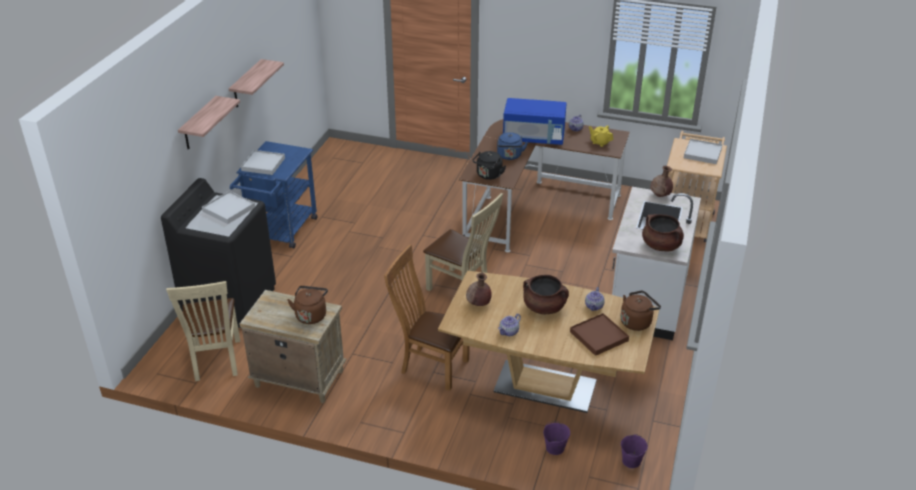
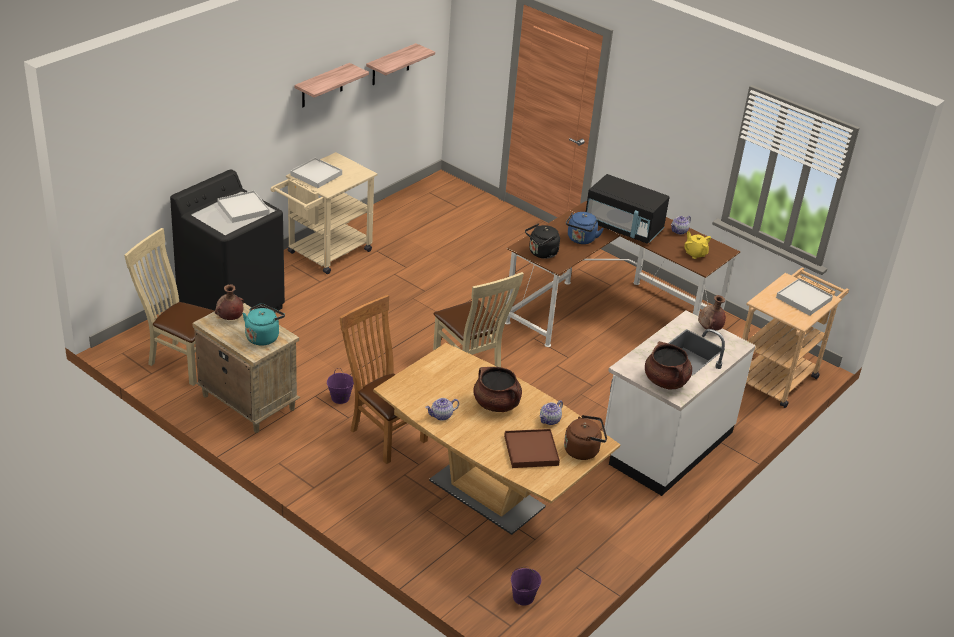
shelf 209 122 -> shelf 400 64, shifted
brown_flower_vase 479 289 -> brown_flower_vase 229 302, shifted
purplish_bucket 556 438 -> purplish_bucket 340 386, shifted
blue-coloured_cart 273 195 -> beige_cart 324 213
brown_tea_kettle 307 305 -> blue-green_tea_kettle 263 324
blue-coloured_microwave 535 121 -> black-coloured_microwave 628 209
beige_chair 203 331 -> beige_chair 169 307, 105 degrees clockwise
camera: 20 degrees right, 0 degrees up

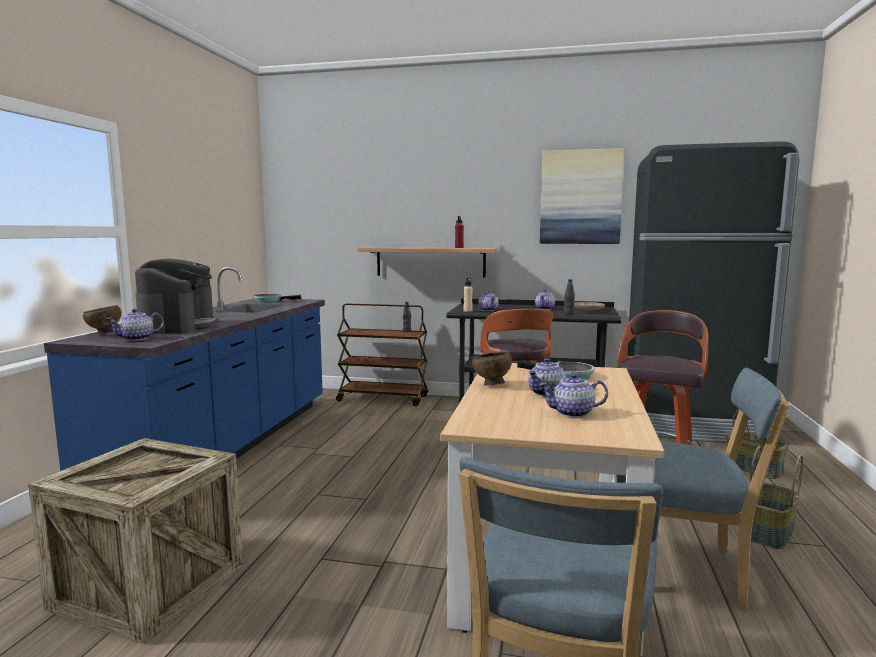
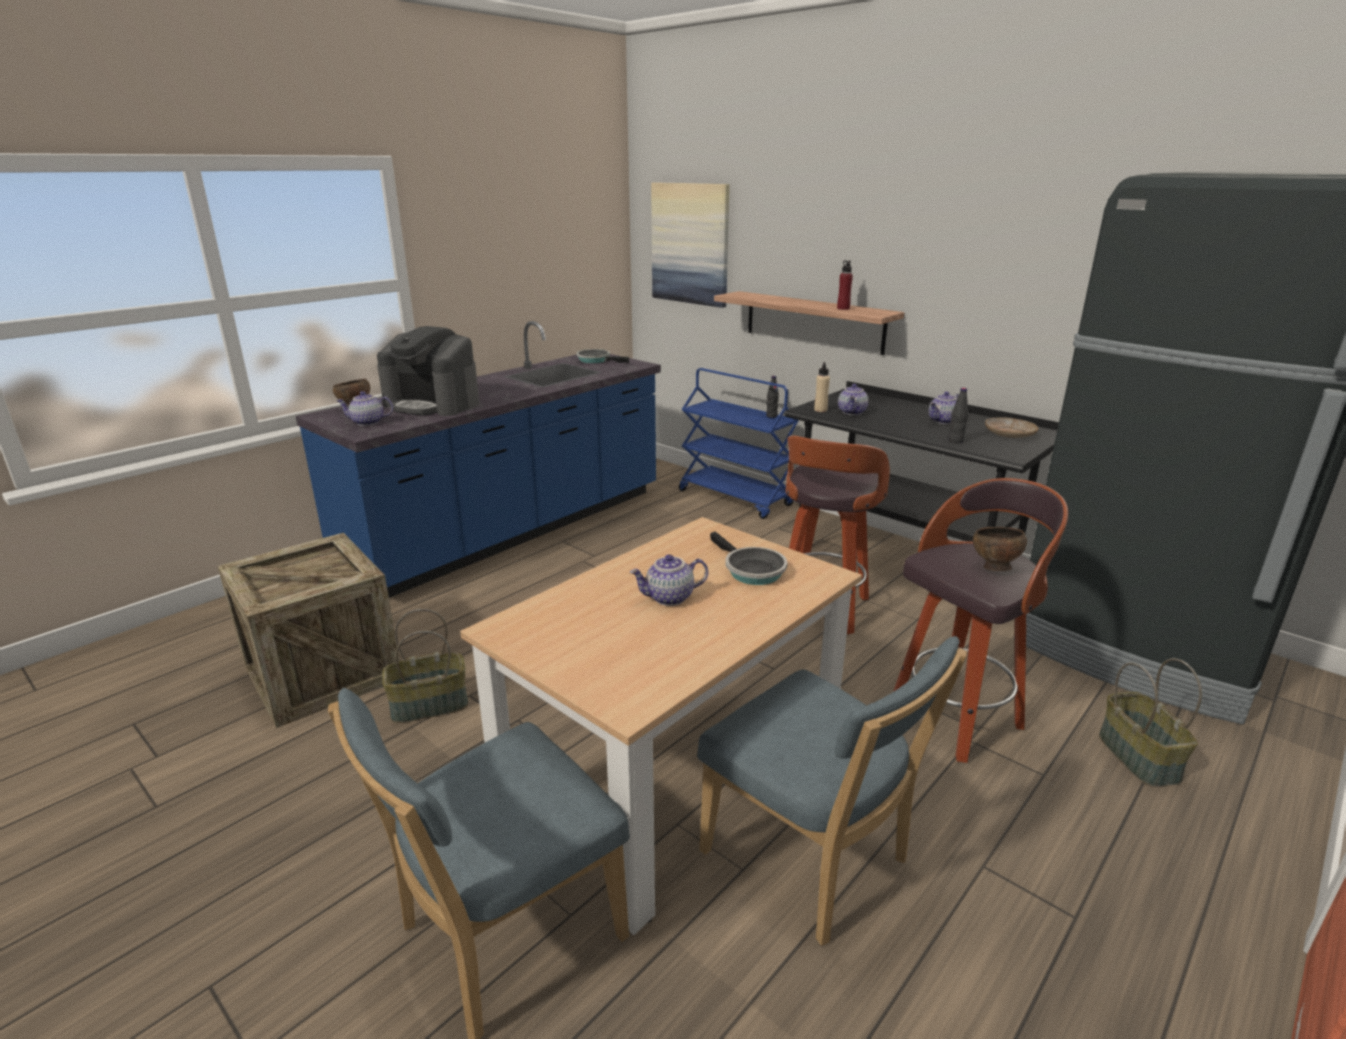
tea_pot 573 395 -> none
brown_deep_dish 492 368 -> brown_deep_dish 1000 549, shifted
picture 582 196 -> picture 690 245, shifted
basket 776 497 -> basket 425 666, shifted
brown_cart 382 354 -> blue-coloured_cart 739 443
coffee_machine 176 296 -> coffee_machine 428 371, 90 degrees clockwise
camera: 30 degrees right, 15 degrees up

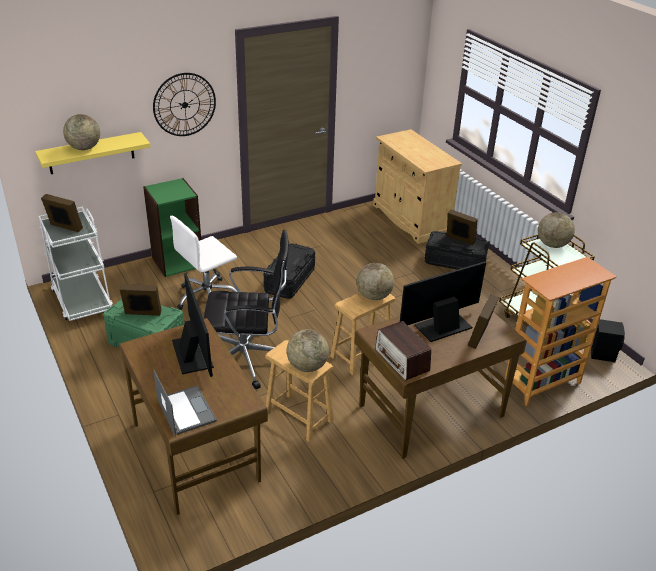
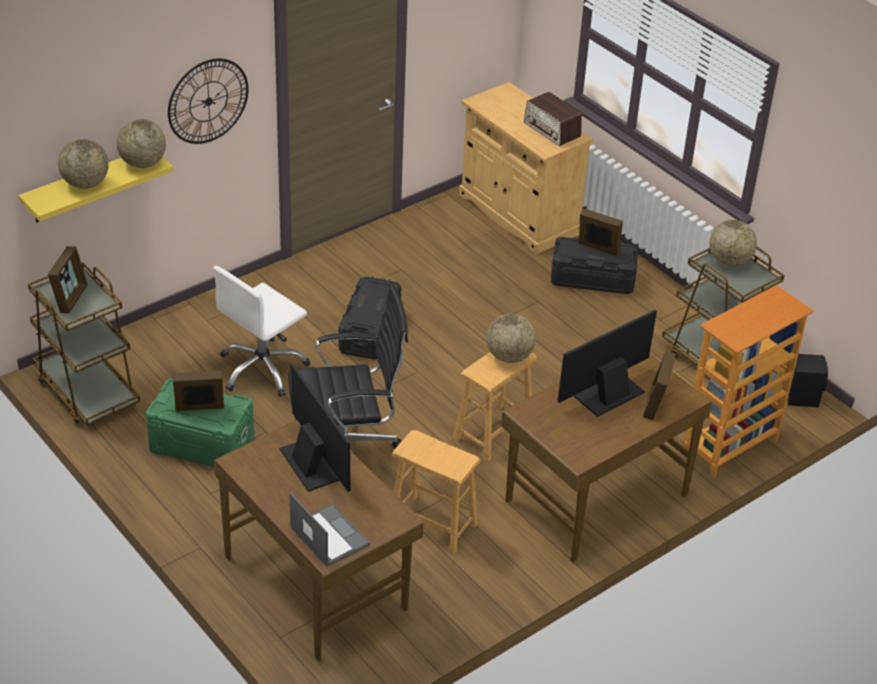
green-coloured_shelving_unit 172 227 -> none
globe 308 350 -> globe 141 143, shifted
radio_set 403 350 -> radio_set 553 119, shifted
white_cart 76 264 -> brown_cart 84 343
standing_frame 62 213 -> standing_frame 68 279, 90 degrees clockwise
camera: 10 degrees left, 5 degrees up

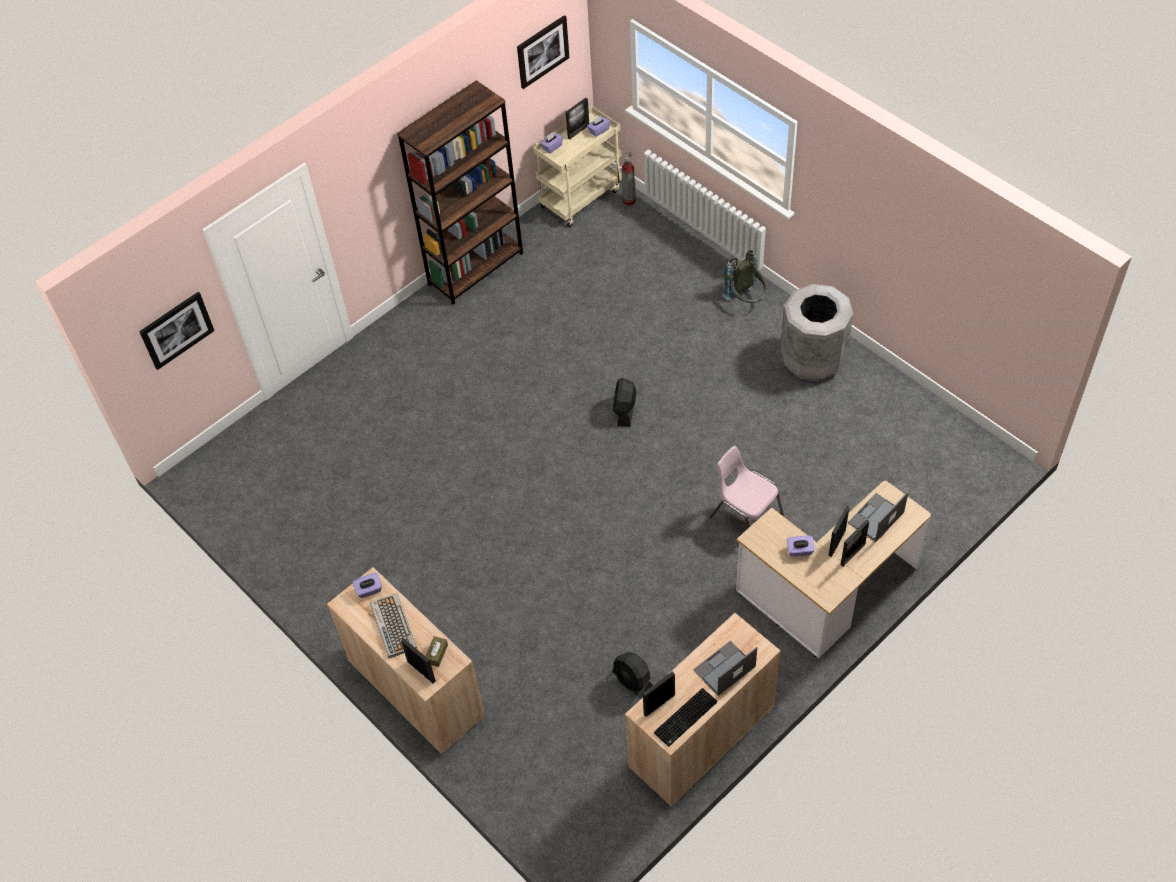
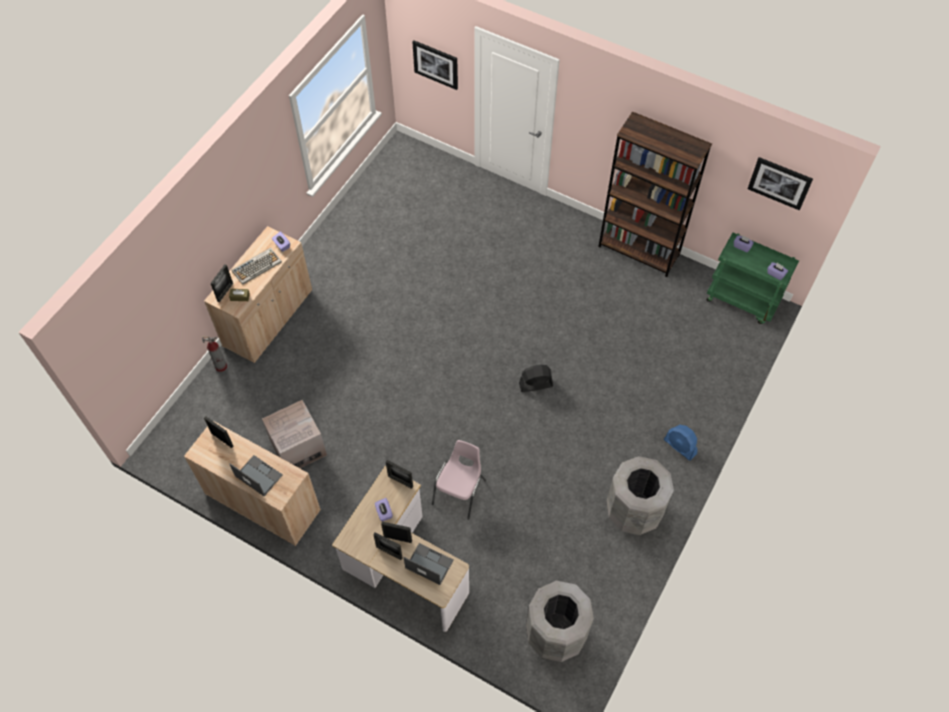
PC_keyboard 685 717 -> none
none -> gray_waste_bin 560 621
standing_frame 577 119 -> standing_frame 399 474, shifted
extinguisher 629 178 -> extinguisher 214 354, shifted
black-coloured_cooling_fan 632 675 -> carton 294 434
gray_rucksack 744 276 -> blue-coloured_cooling_fan 681 443
beige_cart 577 167 -> green-coloured_cart 752 278
camera: 70 degrees right, 5 degrees up

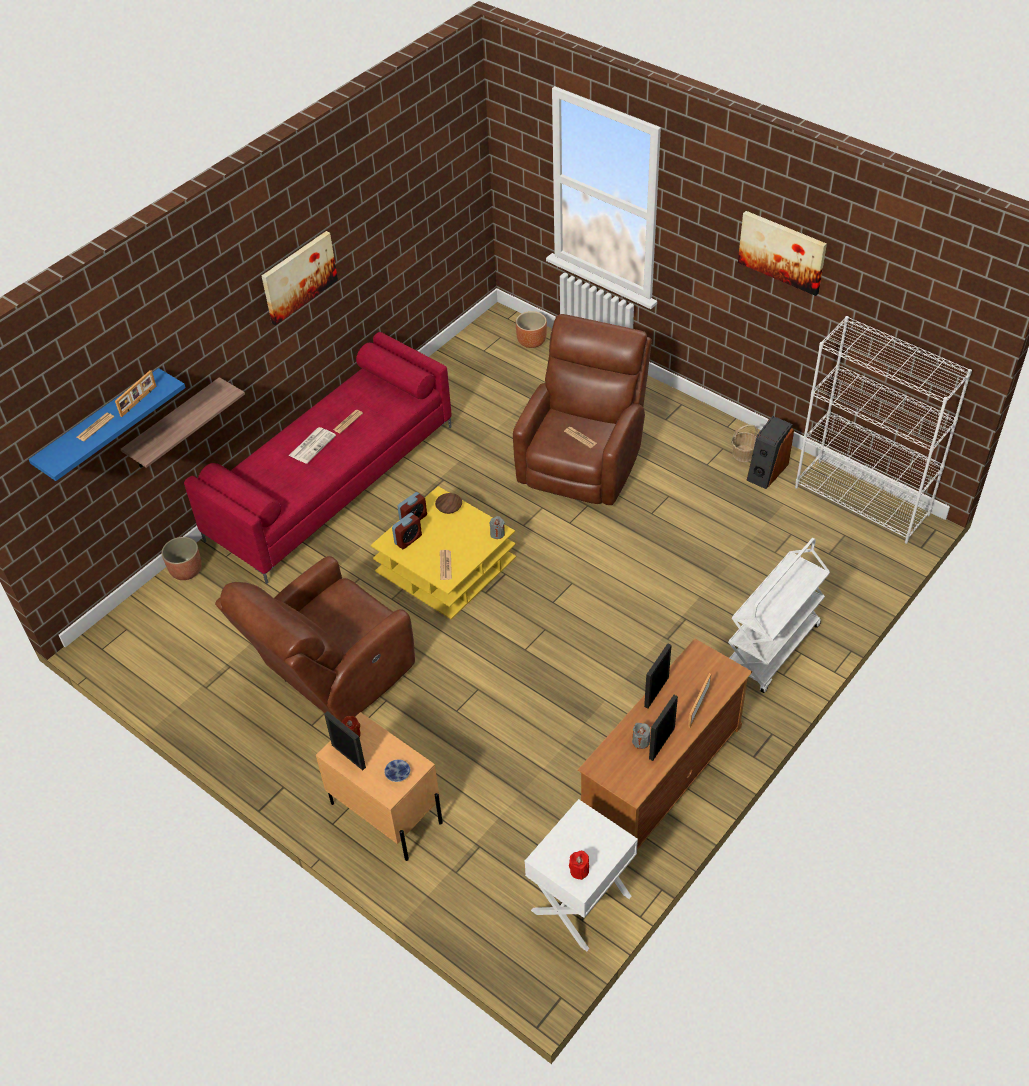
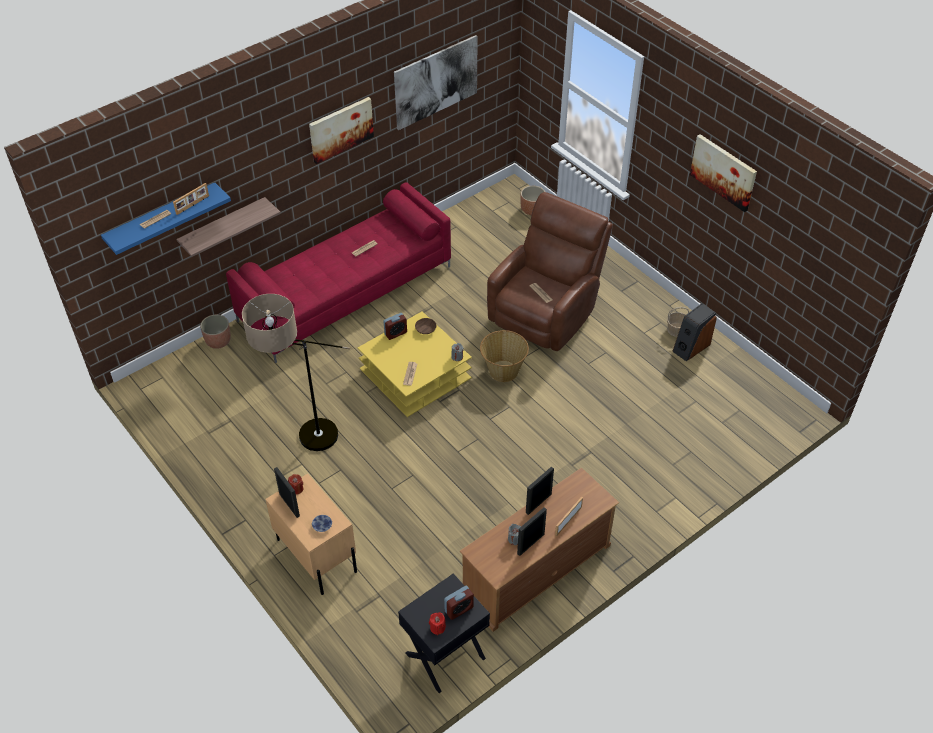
newspaper 312 445 -> none
white_cart 779 615 -> none
white_shelving_unit 883 430 -> none
none -> picture 436 82
none -> basket 504 356
bedside_clock 407 530 -> bedside_clock 459 603, shifted
brown_armchair 315 638 -> standing_lamp 296 372
white_bedside_table 581 875 -> black-coloured_bedside_table 444 633
camera: 10 degrees right, 0 degrees up

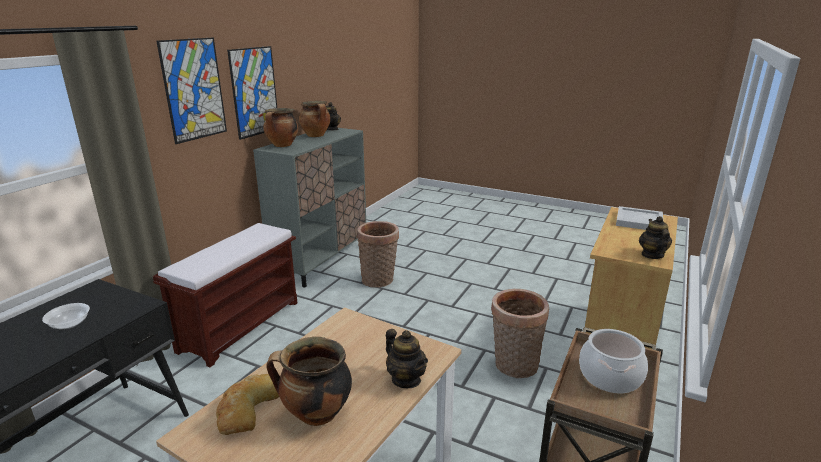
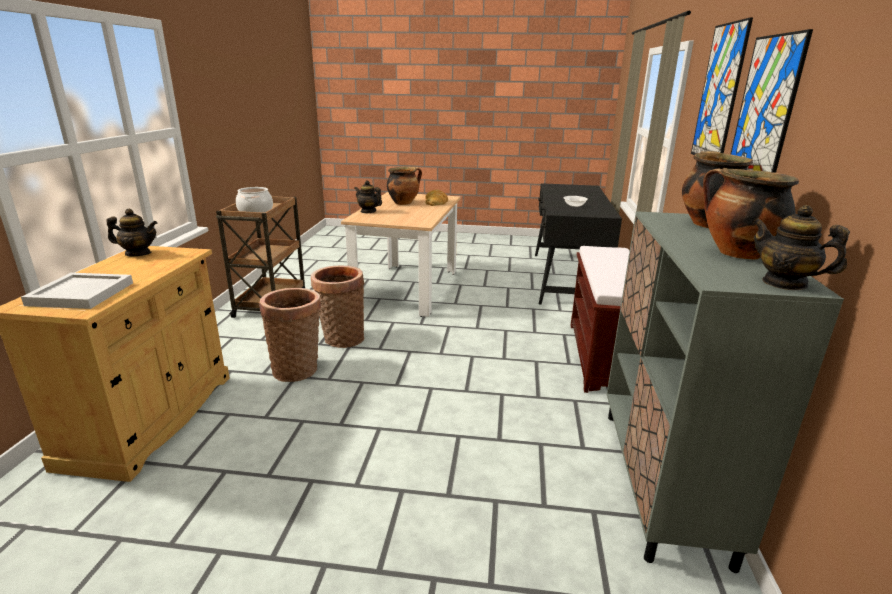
basket 378 254 -> basket 337 307, shifted
tea_pot 655 237 -> tea_pot 131 232, 75 degrees counterclockwise
camera: 160 degrees right, 0 degrees up

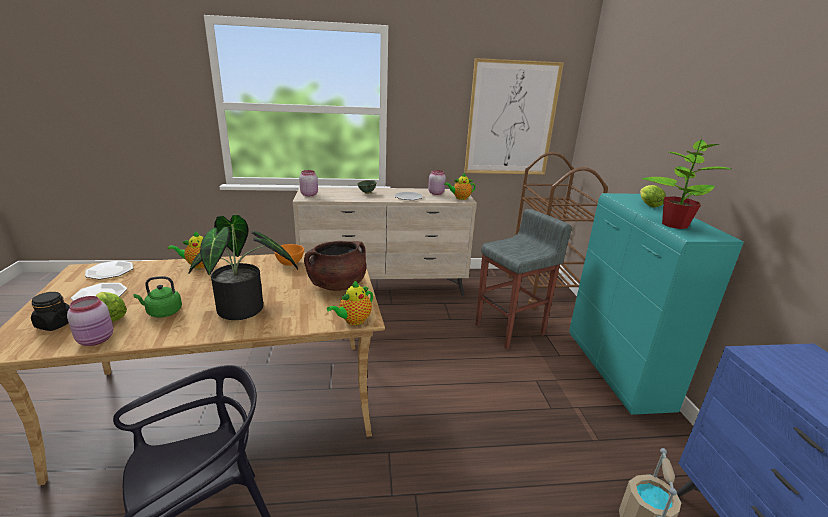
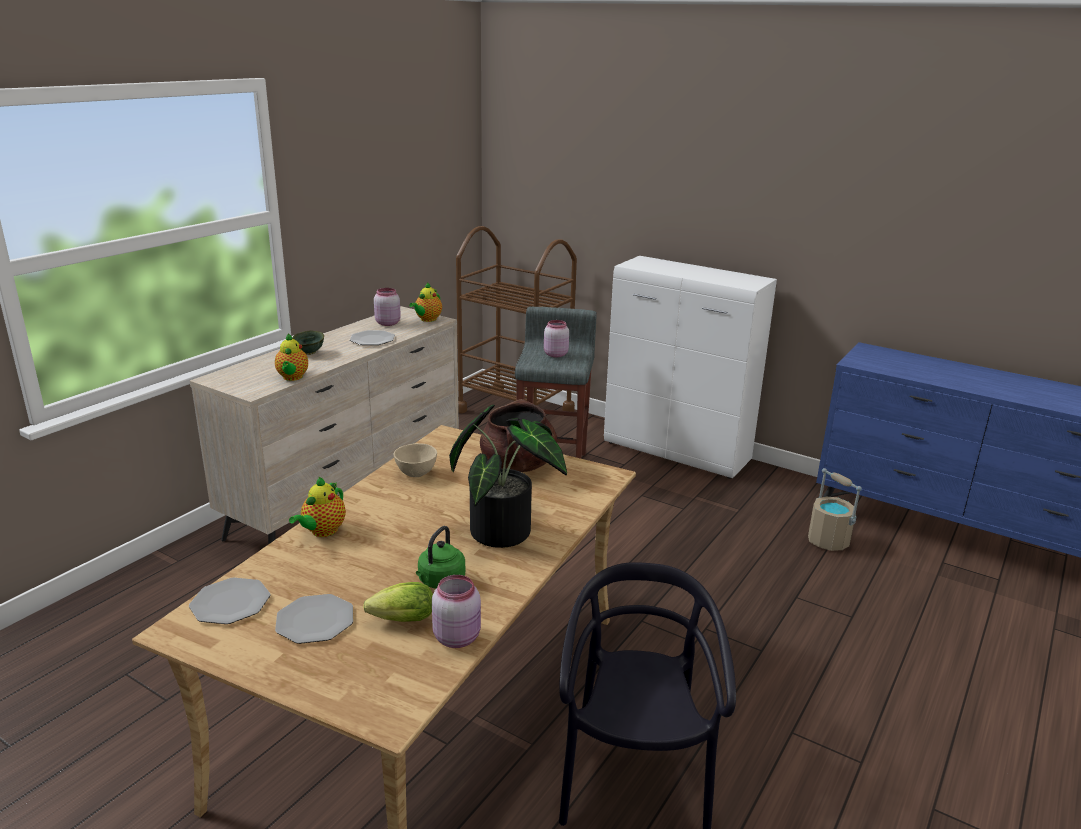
black-coloured_storage_jar 50 311 -> none
picture 514 116 -> none
head_of_lettuce 653 196 -> none
houseplant 686 182 -> none
pink_storage_jar 308 183 -> pink_storage_jar 556 338, shifted
tea_pot 350 303 -> tea_pot 291 357, shifted
orangey_deep_dish 289 255 -> beige_deep_dish 415 460
blue-green_cabinet 657 304 -> white_cabinet 690 367
camera: 50 degrees left, 0 degrees up

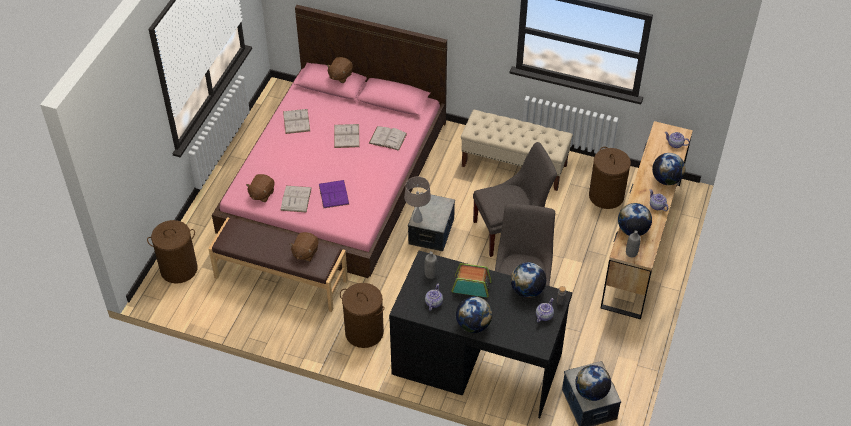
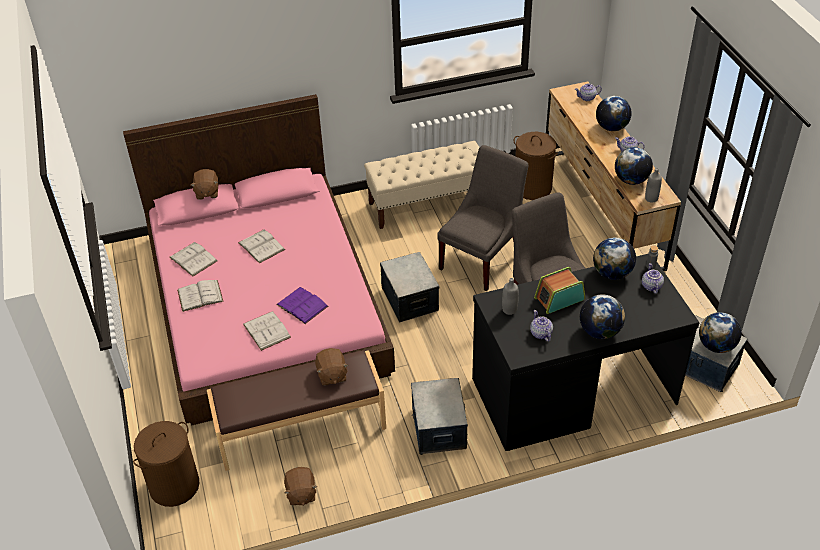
beige_table_lamp 417 200 -> none
brown_plush_toy 260 188 -> brown_plush_toy 300 486, shifted
white_bound_book 388 138 -> white_bound_book 200 296, shifted
brown_laundry_basket 362 315 -> storage_bin 439 416
camera: 35 degrees left, 5 degrees down

